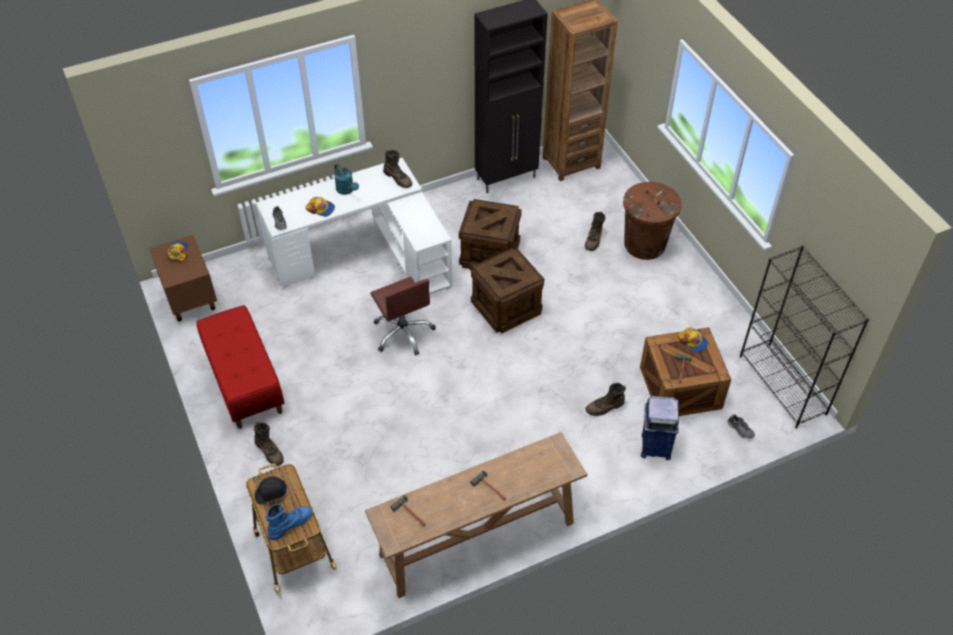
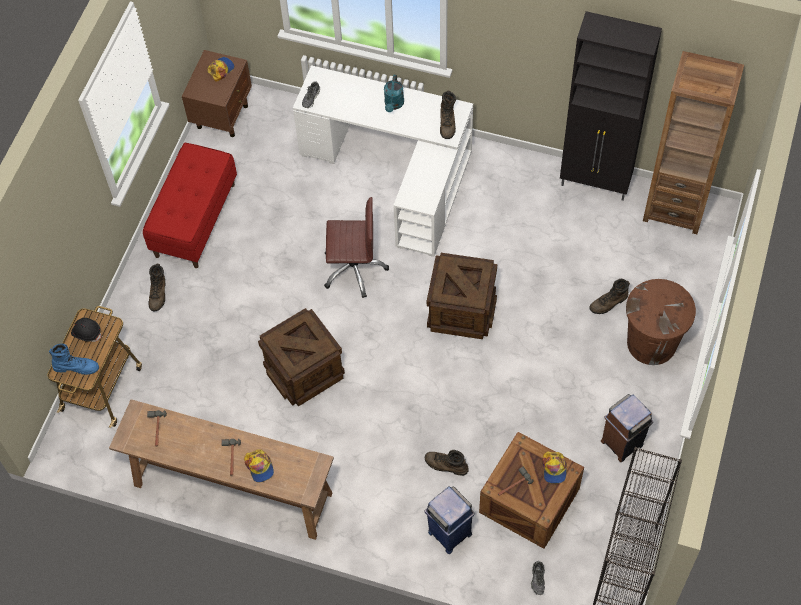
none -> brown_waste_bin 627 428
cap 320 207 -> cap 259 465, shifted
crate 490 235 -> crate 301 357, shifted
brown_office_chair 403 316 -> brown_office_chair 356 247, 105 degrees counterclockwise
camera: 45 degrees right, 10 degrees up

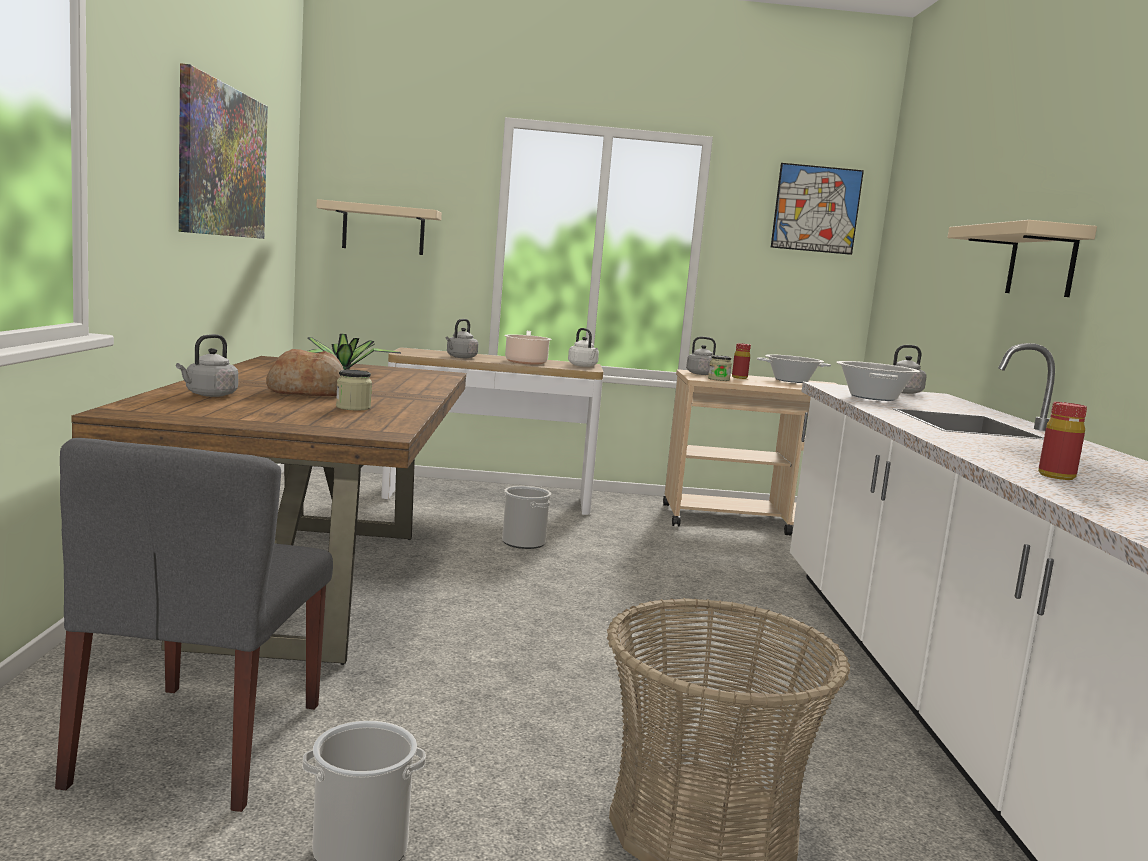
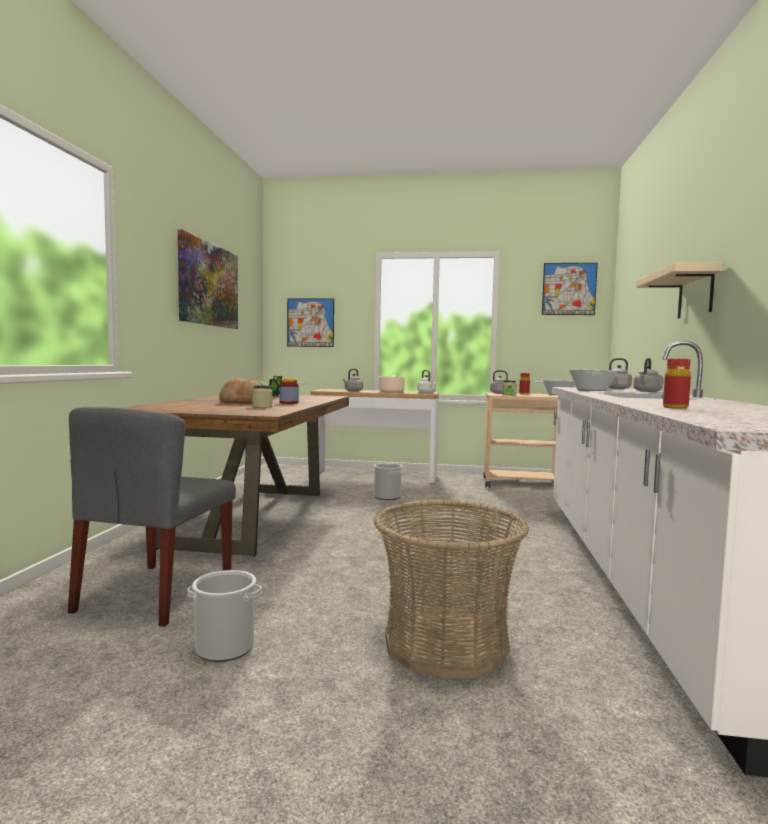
none -> storage_jar 289 391
gray_tea_kettle 207 365 -> gray_tea_kettle 648 375, shifted
beige_shelf 379 227 -> picture 310 322
camera: 10 degrees right, 5 degrees down

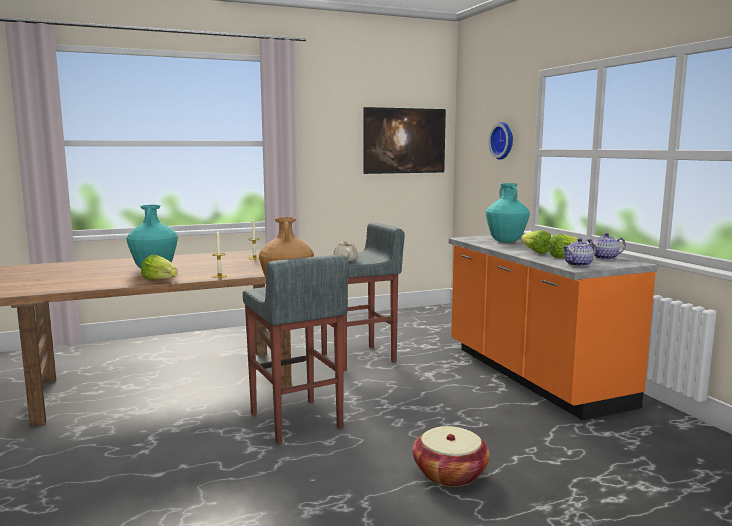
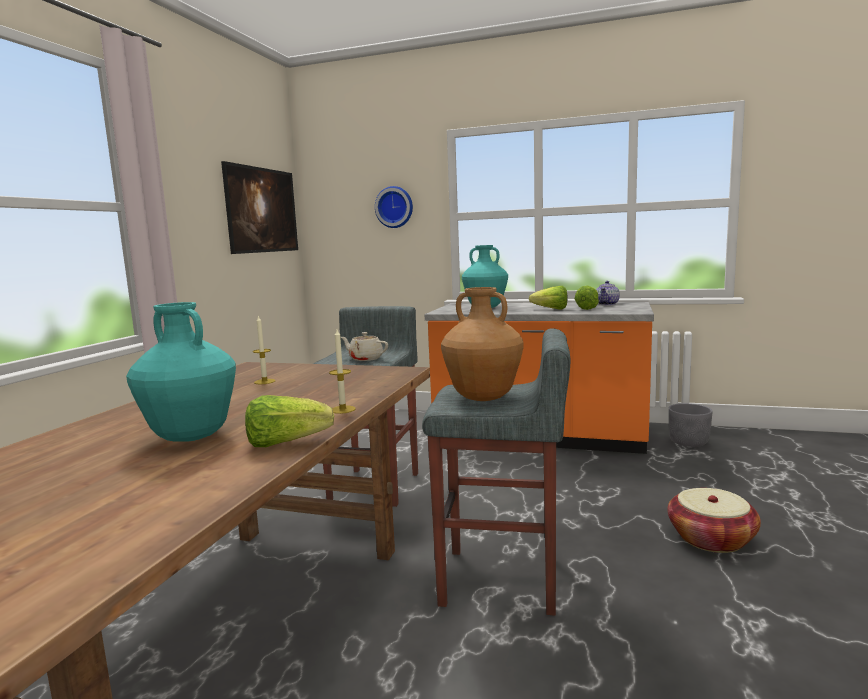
tea_pot 579 252 -> none
none -> gray_plant_pot 690 425
camera: 50 degrees left, 0 degrees up

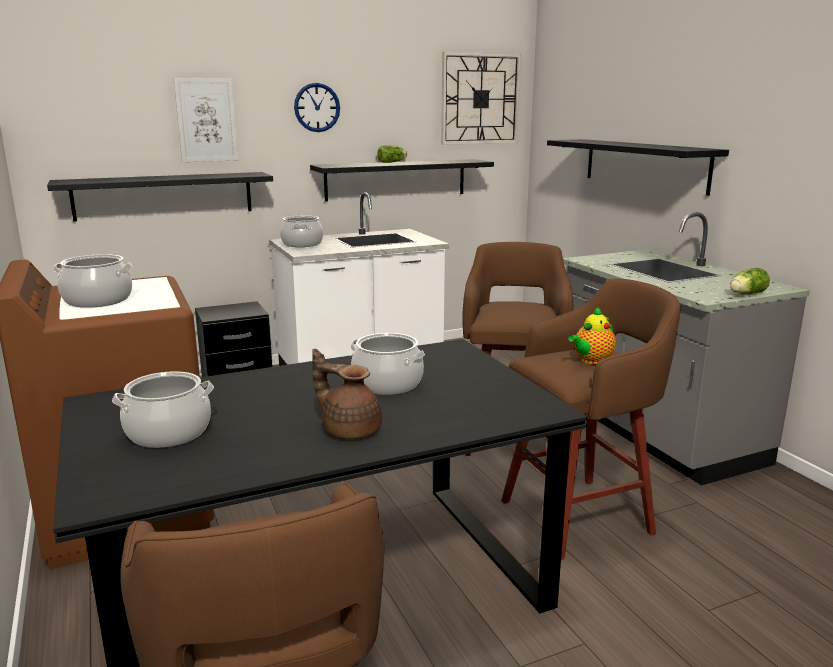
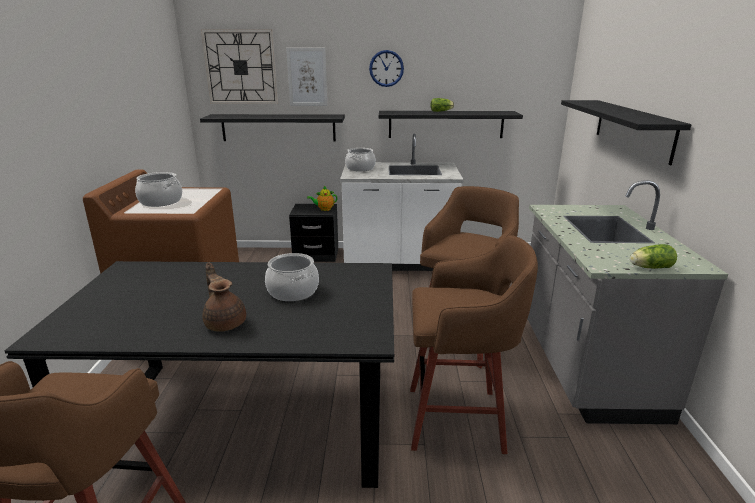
stockpot 163 409 -> none
hanging_clock 481 98 -> hanging_clock 239 67, shifted
tea_pot 592 335 -> tea_pot 322 198, shifted
camera: 25 degrees right, 5 degrees up

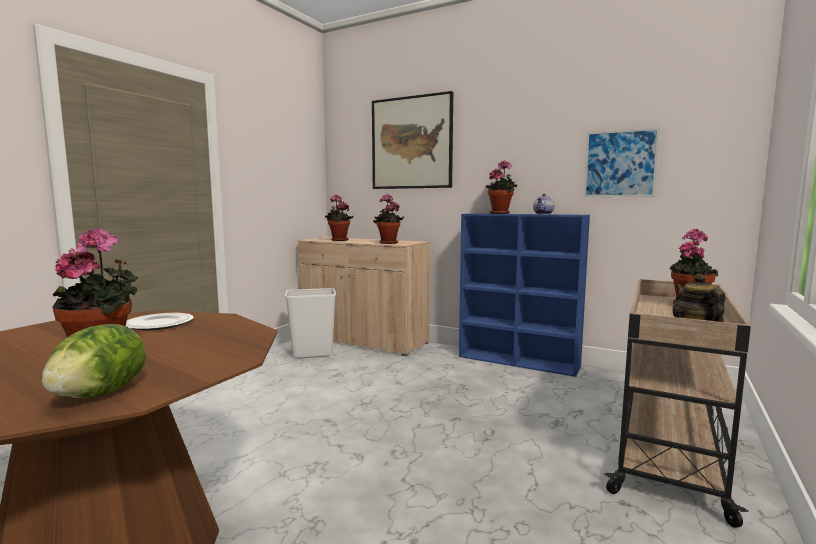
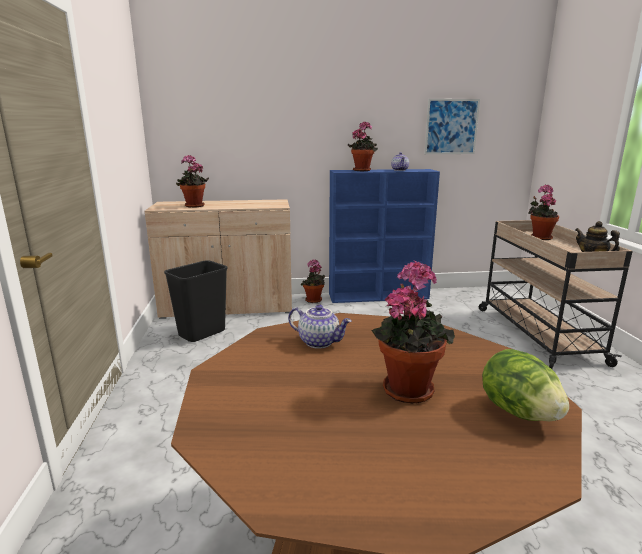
picture 412 140 -> none
houseplant 388 219 -> houseplant 313 281, shifted
plate 160 321 -> tea_pot 320 326
white_waste_bin 310 323 -> black-coloured_waste_bin 196 301
camera: 35 degrees left, 10 degrees up

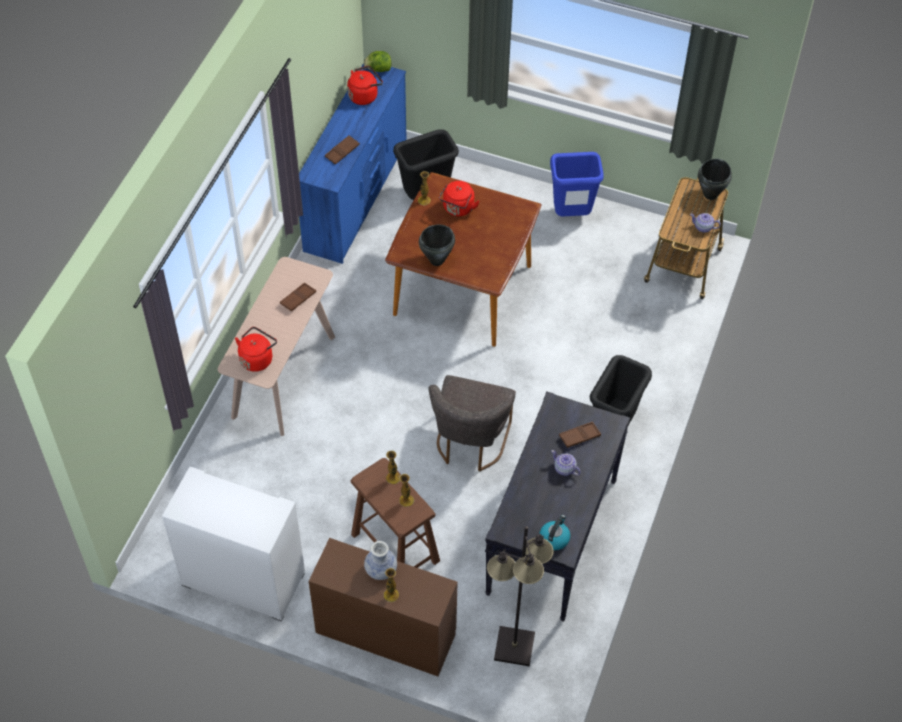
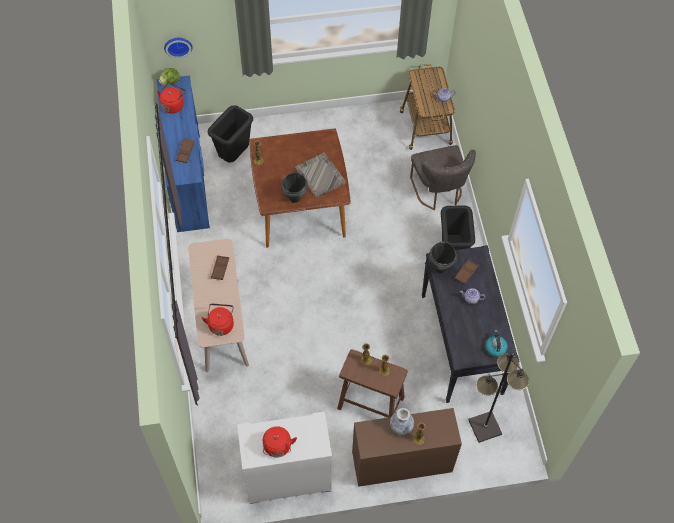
blue-coloured_waste_bin 577 184 -> none
none -> hanging_clock 178 48
none -> gray_serving_tray 320 175
gray_chair 472 423 -> gray_chair 443 177, shifted
reddish_tea_kettle 459 198 -> reddish_tea_kettle 280 441, shifted
black-coloured_stockpot 715 179 -> black-coloured_stockpot 443 257, shifted
camera: 30 degrees left, 5 degrees up

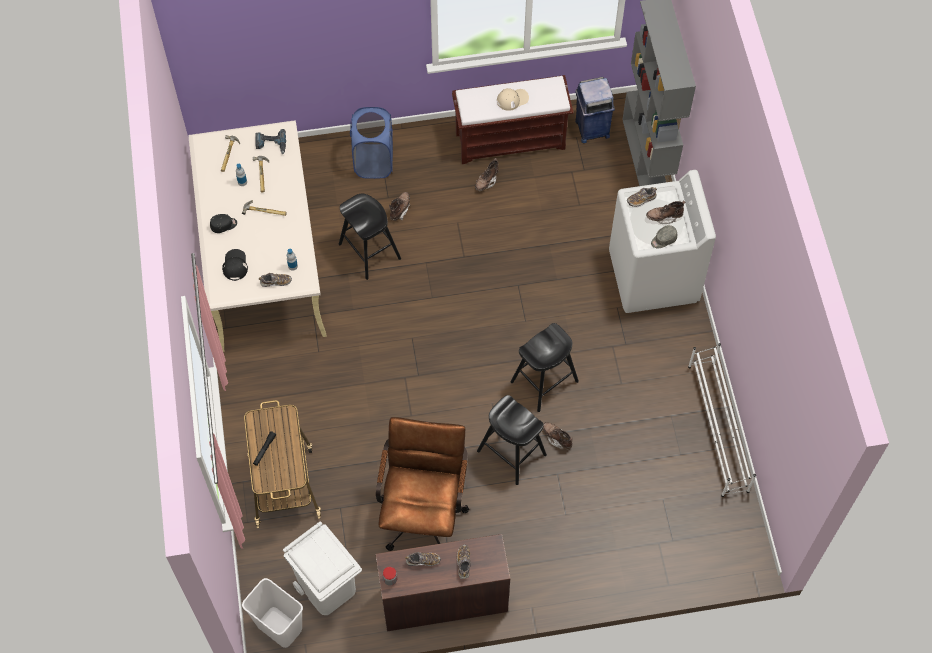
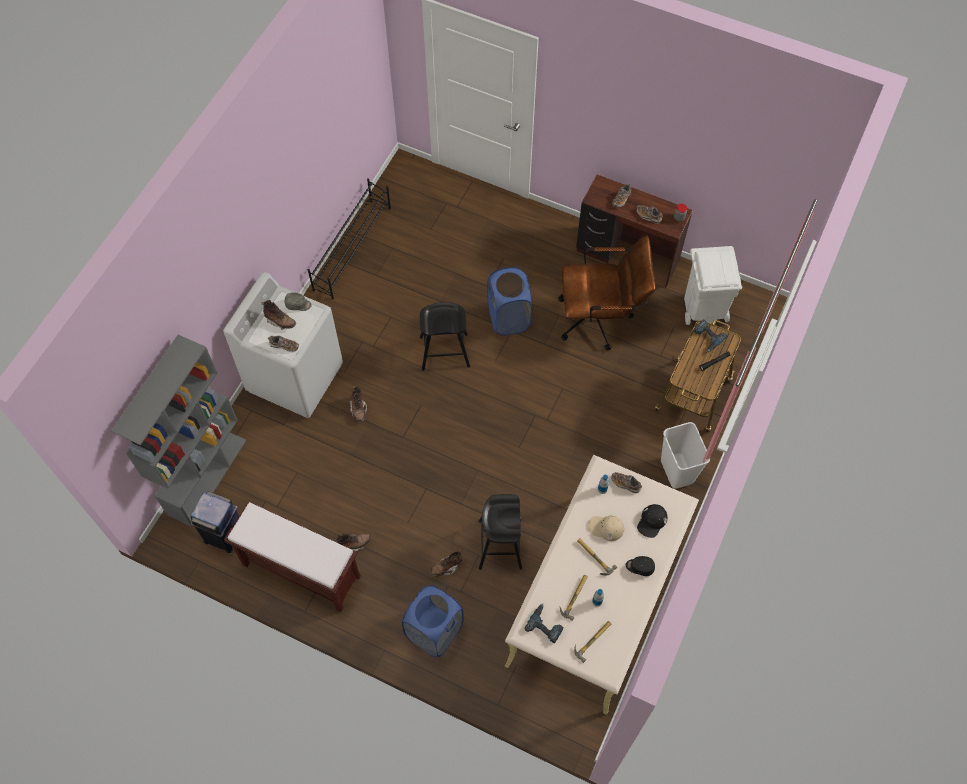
none -> electric_drill 710 335
white_waste_bin 272 613 -> white_waste_bin 685 455, shifted
beige_cap 513 99 -> beige_cap 606 528, shifted
brown_tall_boot 557 436 -> brown_tall_boot 358 404, shifted
black-coloured_stool 512 440 -> blue-coloured_laundry_basket 509 301
white_shoe_shelf 722 420 -> black-coloured_shoe_shelf 349 239
brown_office_chair 423 484 -> brown_office_chair 607 292, 135 degrees counterclockwise
camera: 145 degrees left, 0 degrees up

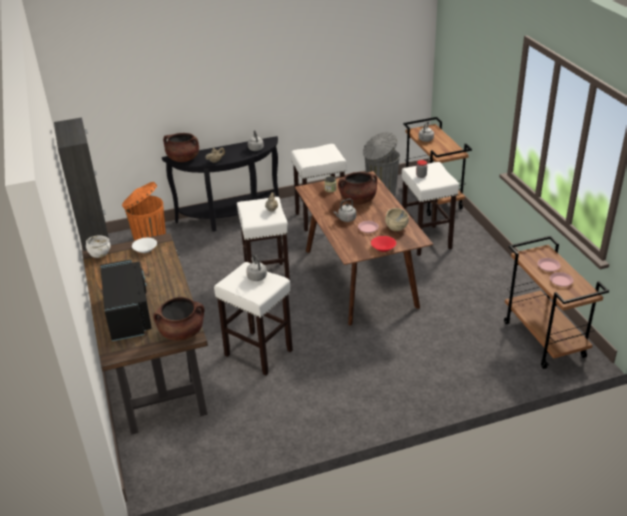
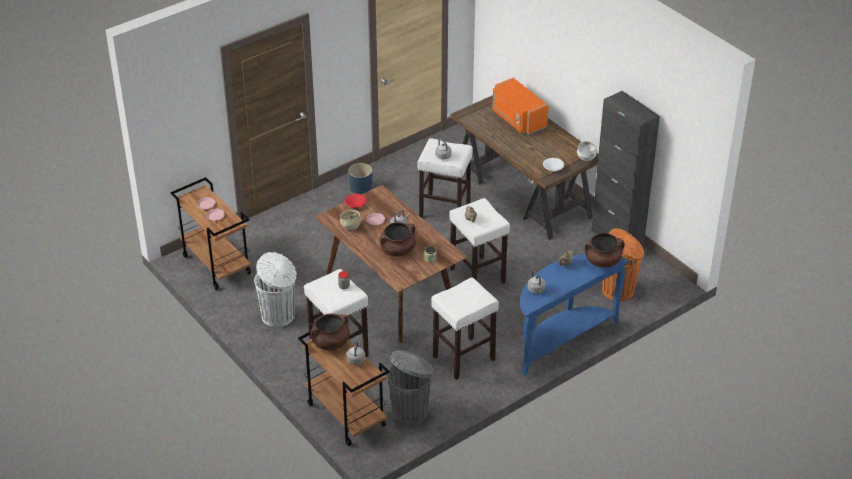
none -> white_waste_bin 275 289
none -> blue-coloured_plant_pot 360 178
brown_stockpot 178 319 -> brown_stockpot 330 331, shifted
black-coloured_microwave 126 300 -> orangey_microwave 520 106
black-coloured_narrow_table 220 184 -> blue-coloured_narrow_table 574 314
camera: 160 degrees right, 5 degrees up

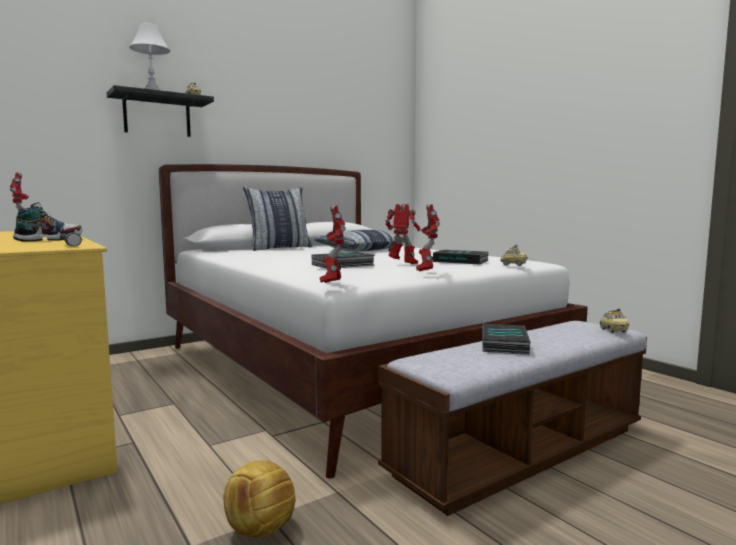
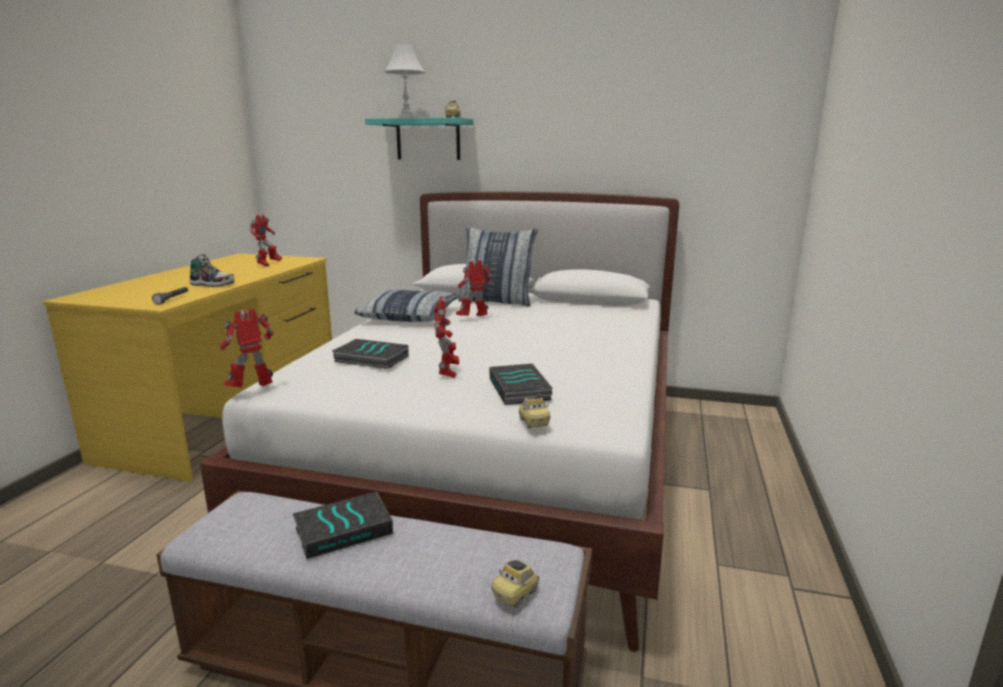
ball_for_football 259 498 -> none
pillow 359 240 -> pillow 407 306, shifted
robot_figure 428 238 -> robot_figure 474 288, shifted
black-coloured_shelf 160 111 -> blue-green_shelf 419 138
camera: 50 degrees right, 10 degrees up

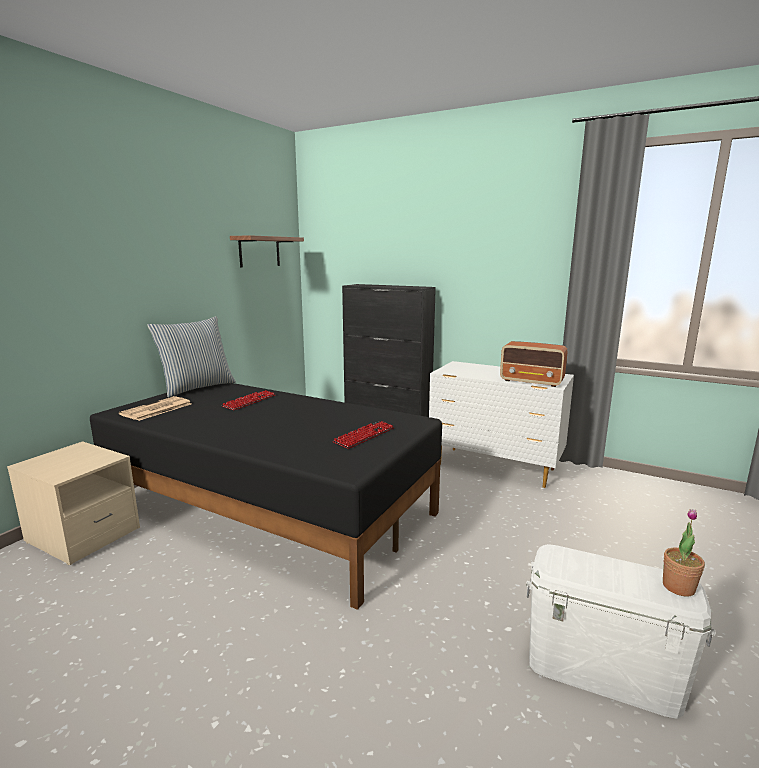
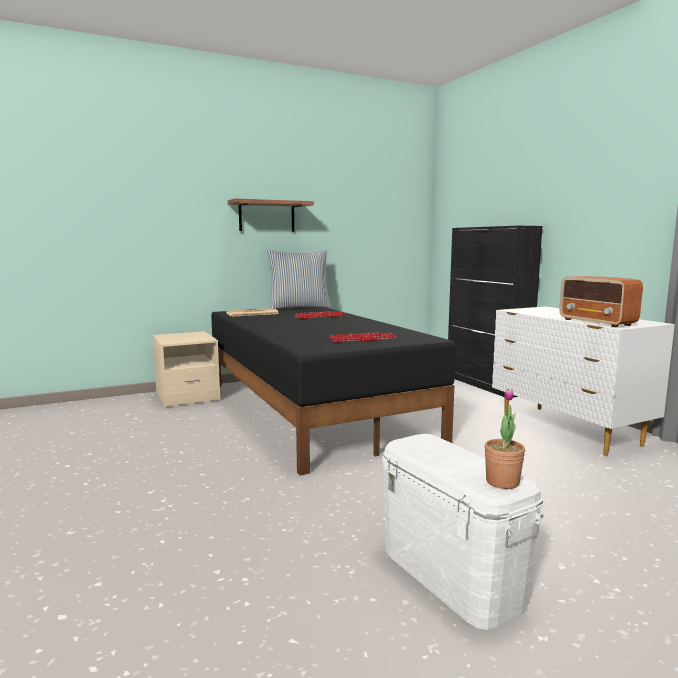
shelf 267 251 -> shelf 270 215, shifted
camera: 35 degrees right, 5 degrees down

